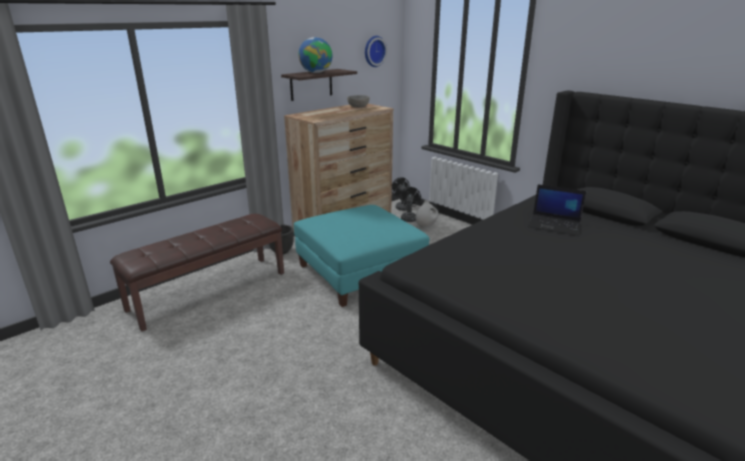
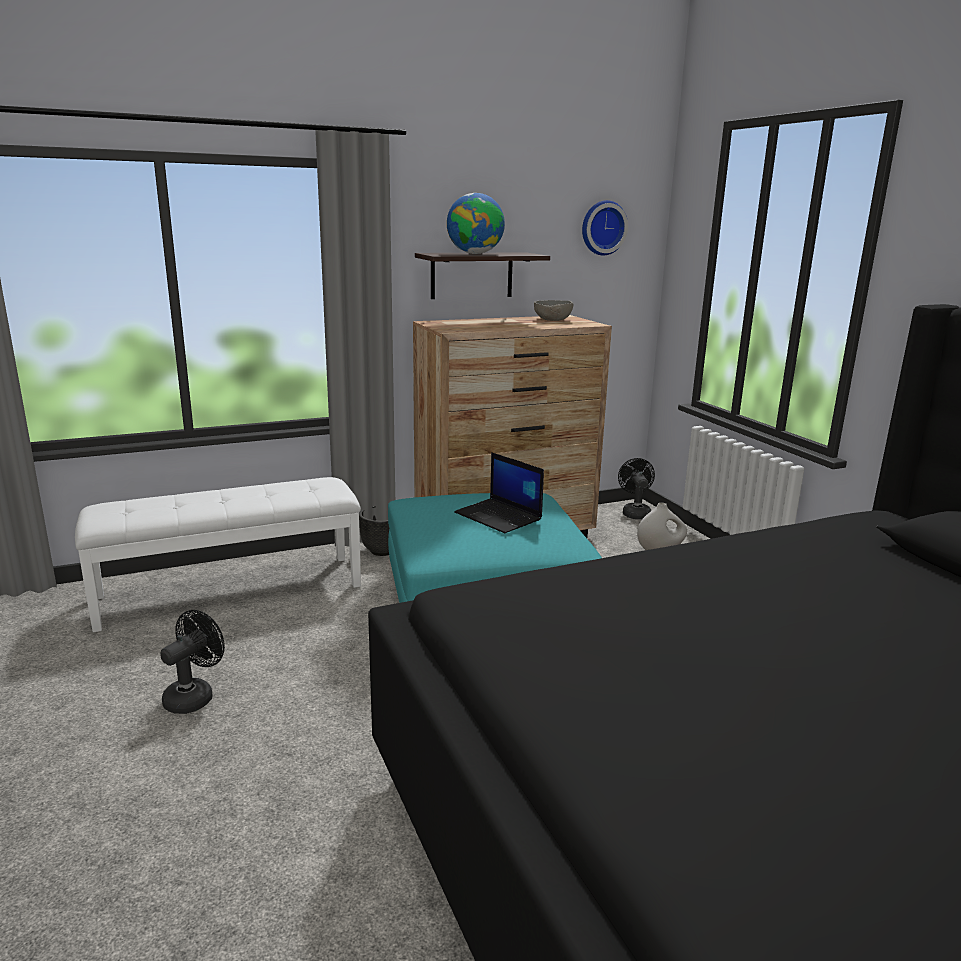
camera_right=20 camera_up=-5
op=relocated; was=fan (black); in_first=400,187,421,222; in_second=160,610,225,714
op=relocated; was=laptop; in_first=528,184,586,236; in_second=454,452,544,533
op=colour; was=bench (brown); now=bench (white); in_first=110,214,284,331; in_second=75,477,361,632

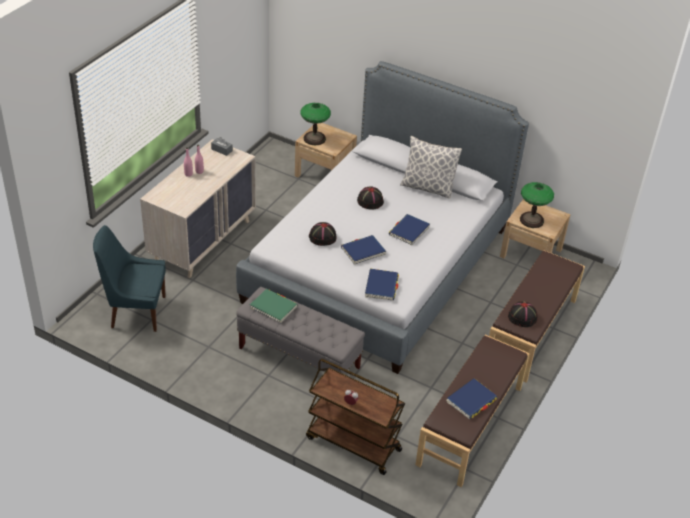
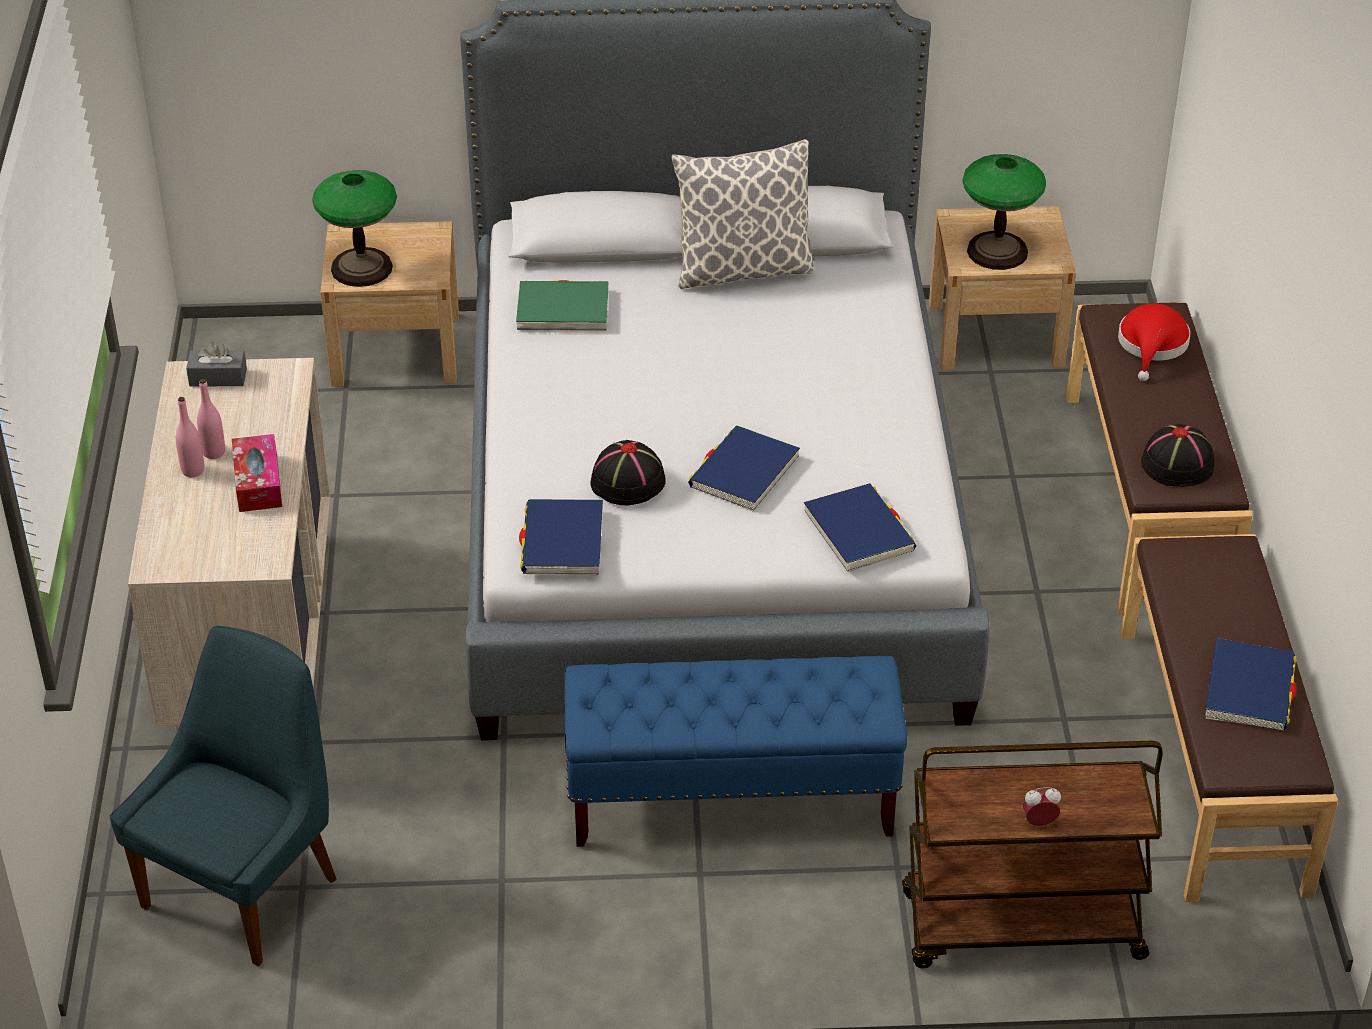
camera_right=-30 camera_up=0
op=missing; was=hat (black); in_first=357,187,384,210
op=appeared; now=tissue box; in_second=232,434,282,512
op=appeared; now=hat (red); in_second=1118,303,1191,381
op=relocated; was=book (green); in_first=250,289,298,323; in_second=516,280,609,331
op=relocated; was=book (blue); in_first=389,214,430,245; in_second=519,499,603,576
op=colour; was=bench (grey); now=bench (blue); in_first=236,287,365,375; in_second=564,656,907,847
op=spun; was=chair (blue); in_first=93,225,166,332; in_second=110,626,337,966; clockwise=150

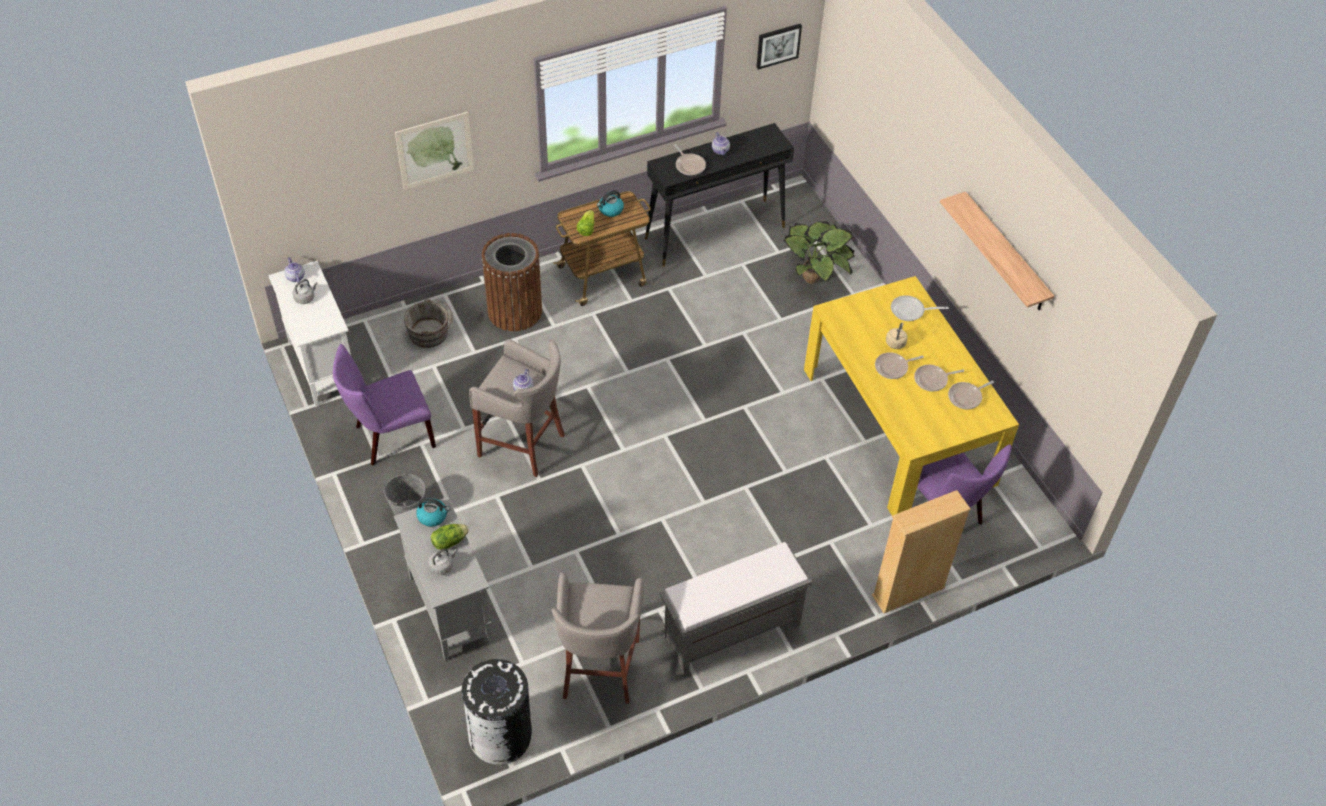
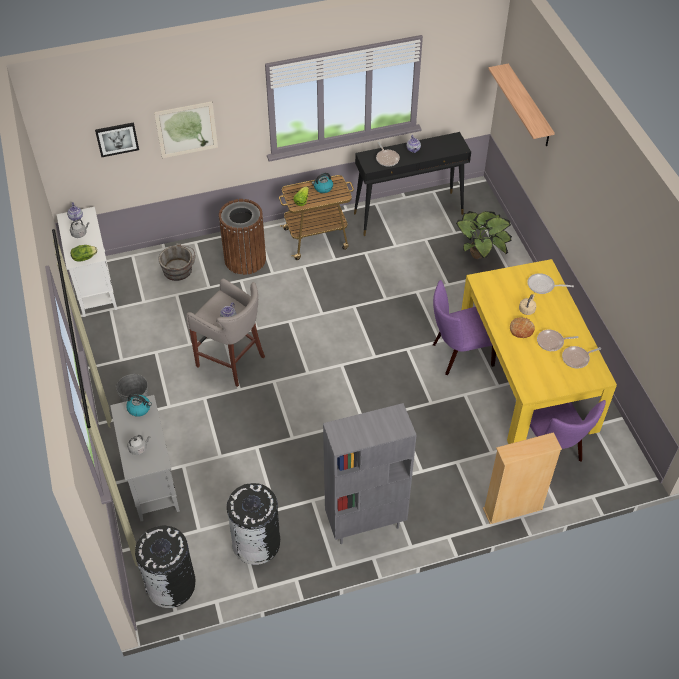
camera_right=10 camera_up=0
op=relocated; was=chair (purple); in_first=333,344,436,466; in_second=433,280,496,375
op=relocated; was=lettuce; in_first=431,524,469,550; in_second=71,245,98,262
op=relocated; was=picture; in_first=756,24,802,70; in_second=95,122,139,157
op=relocated; was=shelf; in_first=940,192,1054,310; in_second=488,63,555,146
op=exchanged; was=stool (grey); now=trash can (black); in_first=552,572,644,703; in_second=227,483,280,565
op=exchanged; was=bench (grey); now=bookcase (grey); in_first=660,542,812,674; in_second=323,403,417,544
op=exchanged; was=frying pan; now=bread; in_first=875,352,924,379; in_second=510,317,535,338

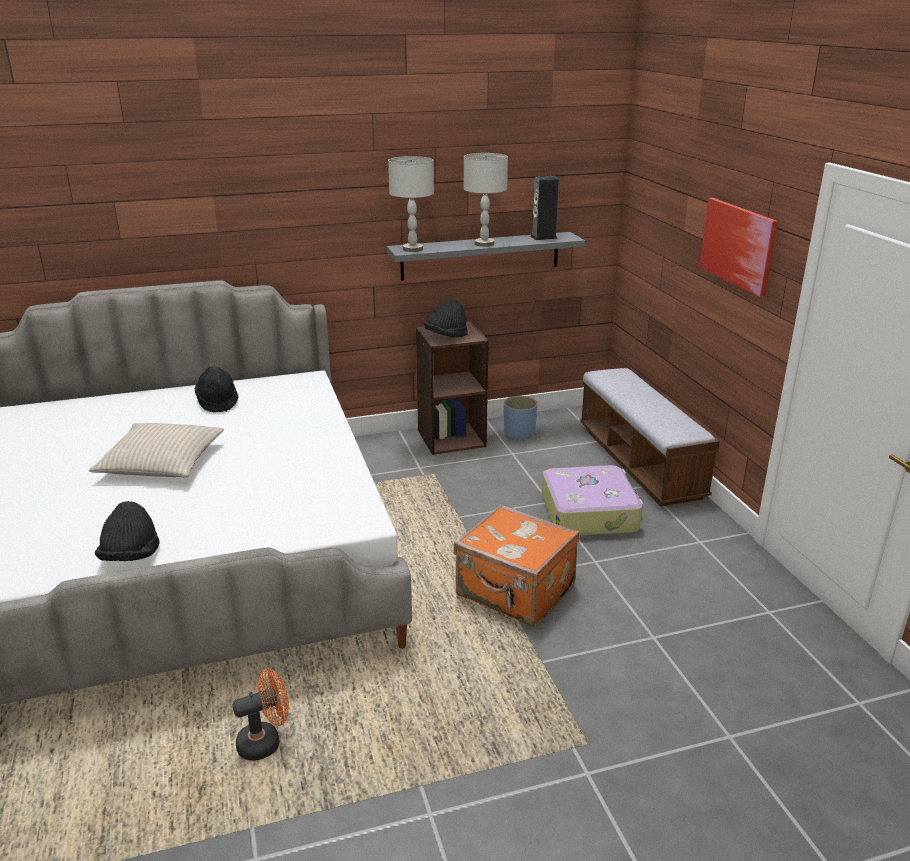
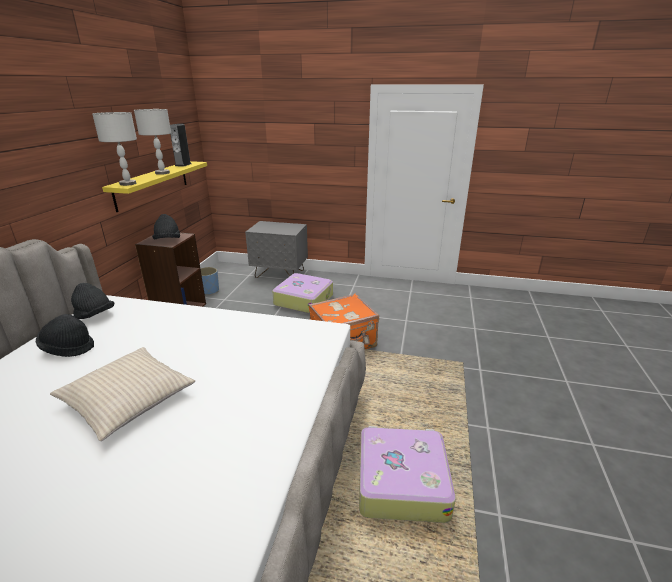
camera_right=-60 camera_up=0
op=missing; was=picture; in_first=699,198,778,297
op=relocated; was=hat (black); in_first=95,501,160,561; in_second=71,283,114,319
op=exchanged; was=fan (orange); now=suitcase; in_first=232,669,289,761; in_second=359,426,456,523
op=exchanged; was=bench; now=nightstand (grey); in_first=580,368,720,506; in_second=245,221,308,278
op=colour; was=shelf (grey); now=shelf (yellow); in_first=387,232,585,281; in_second=102,161,207,212

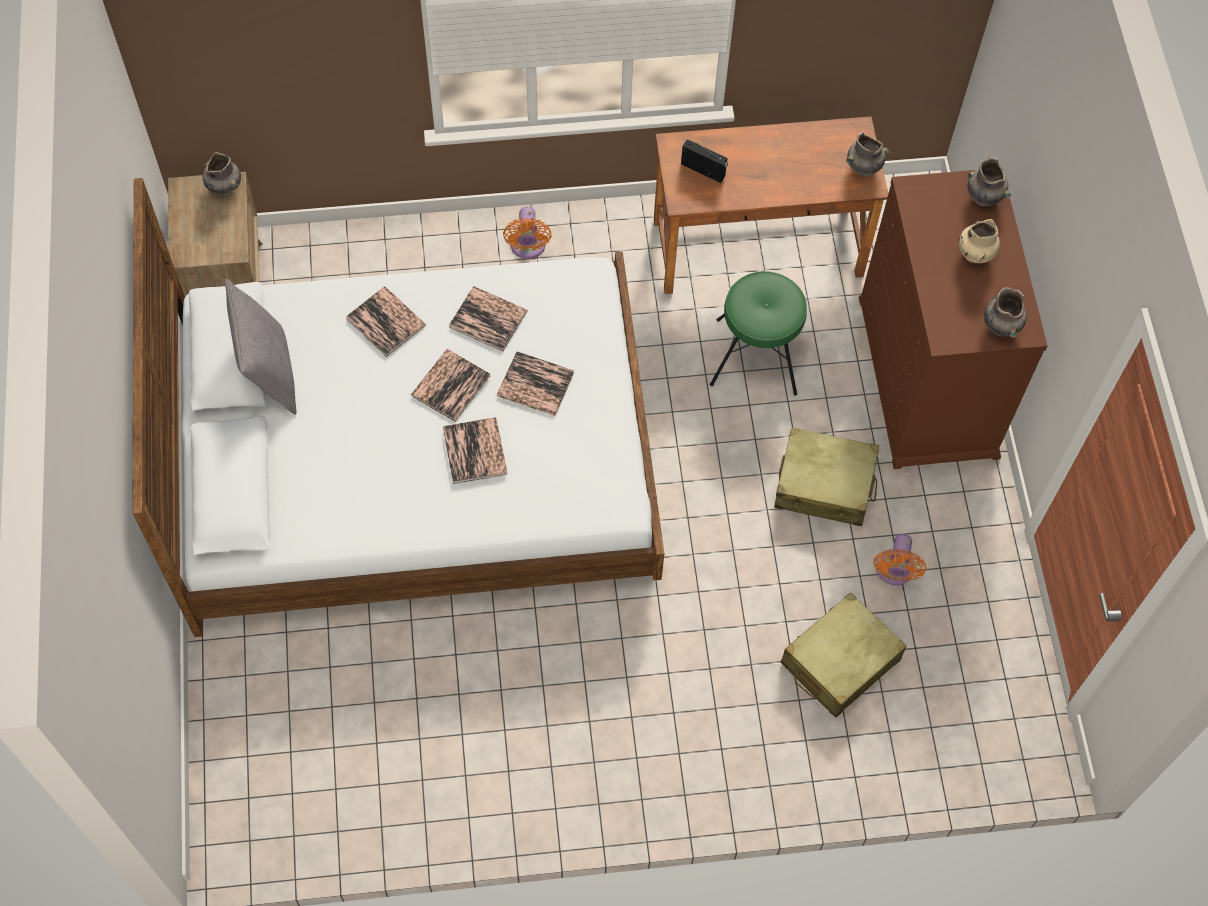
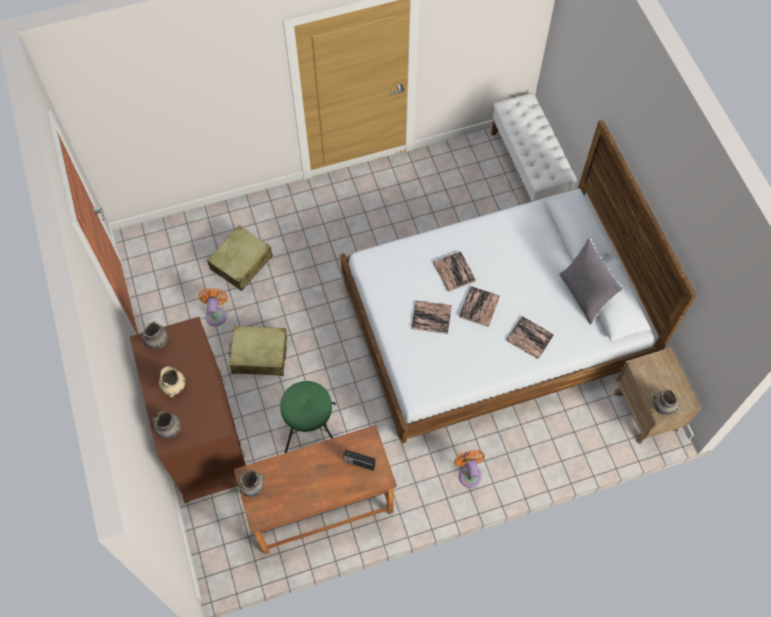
camera_right=170 camera_up=0
op=missing; was=book; in_first=449,286,528,352
op=appeared; now=bench (white); in_second=491,93,577,202

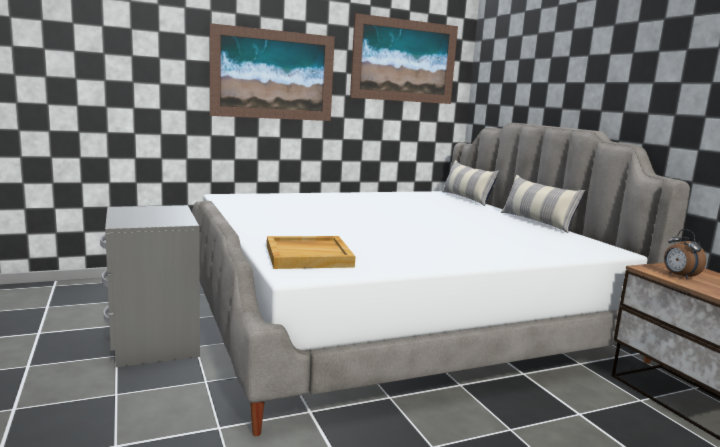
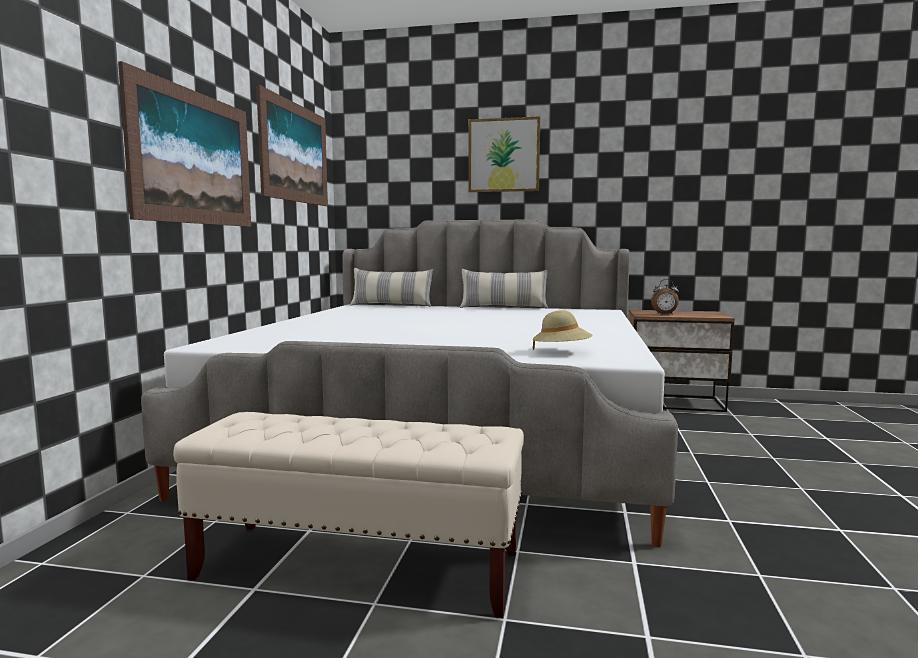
camera_right=-55 camera_up=-5
op=appeared; now=picture; in_second=468,116,540,192
op=exchanged; was=nightstand (grey); now=bench (beige); in_first=100,205,200,367; in_second=173,412,524,618
op=exchanged; was=tray (beige); now=hat (beige); in_first=267,236,355,269; in_second=533,310,593,350

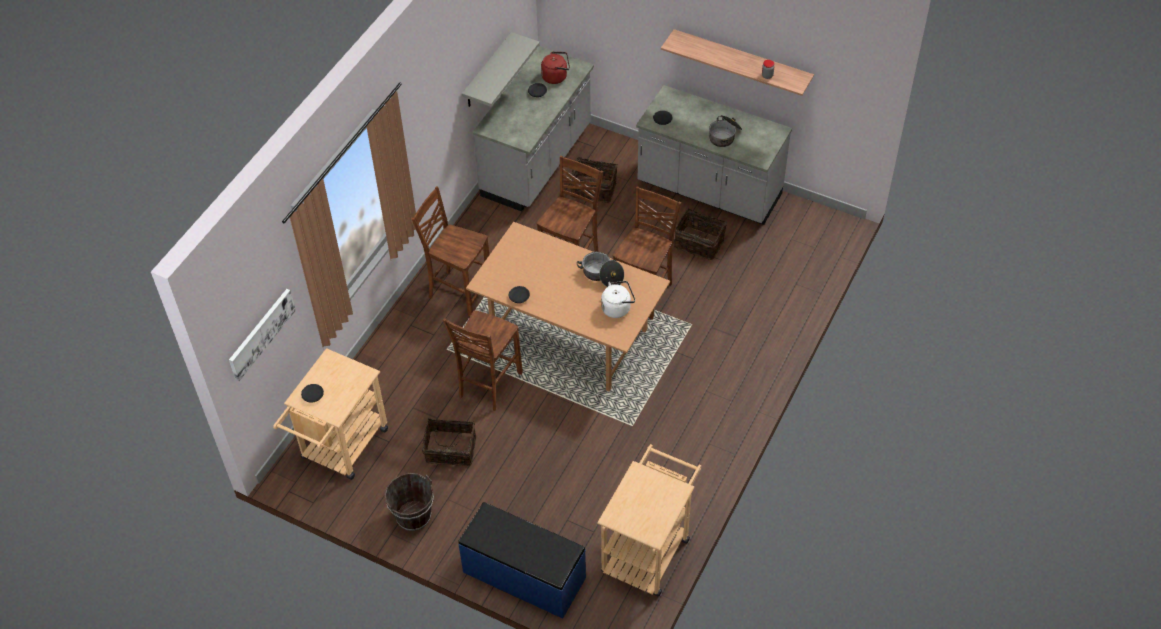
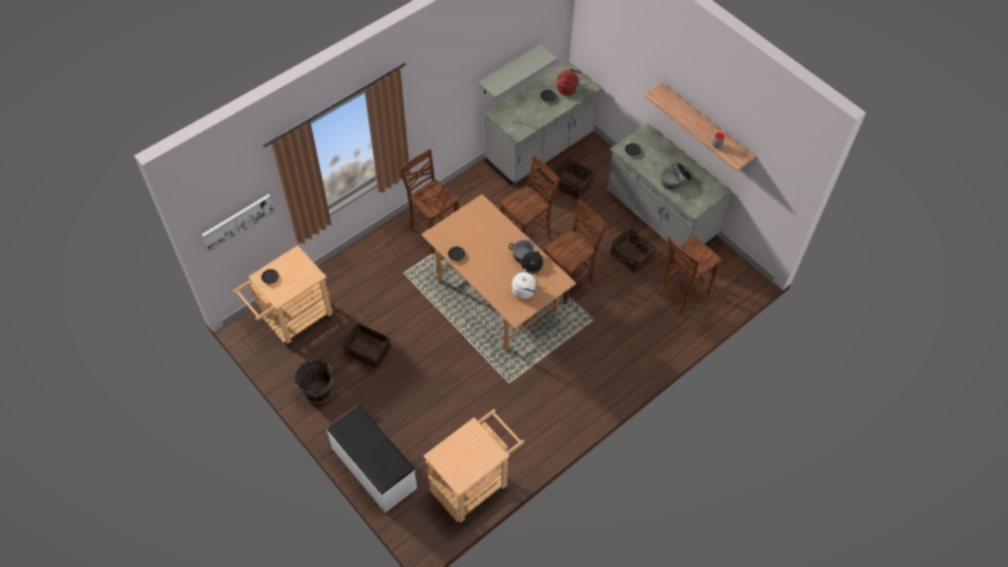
camera_right=20 camera_up=5
op=relocated; was=chair (brown); in_first=443,310,523,411; in_second=658,236,722,315
op=colour; was=bench (blue); now=bench (white); in_first=458,502,586,619; in_second=326,404,417,513

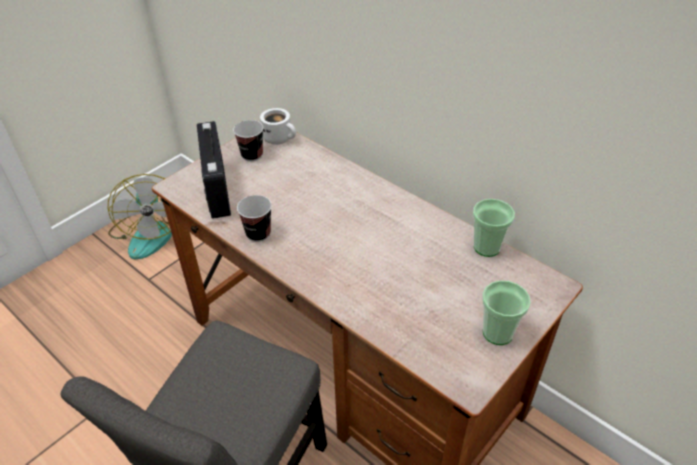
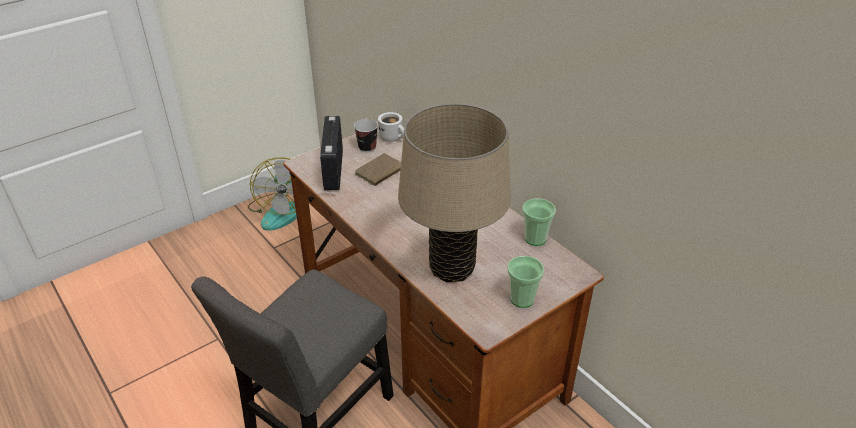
camera_right=10 camera_up=-5
op=missing; was=cup; in_first=237,195,272,242
op=appeared; now=book (brown); in_second=355,153,401,186
op=appeared; now=table lamp (beige); in_second=398,103,511,283

